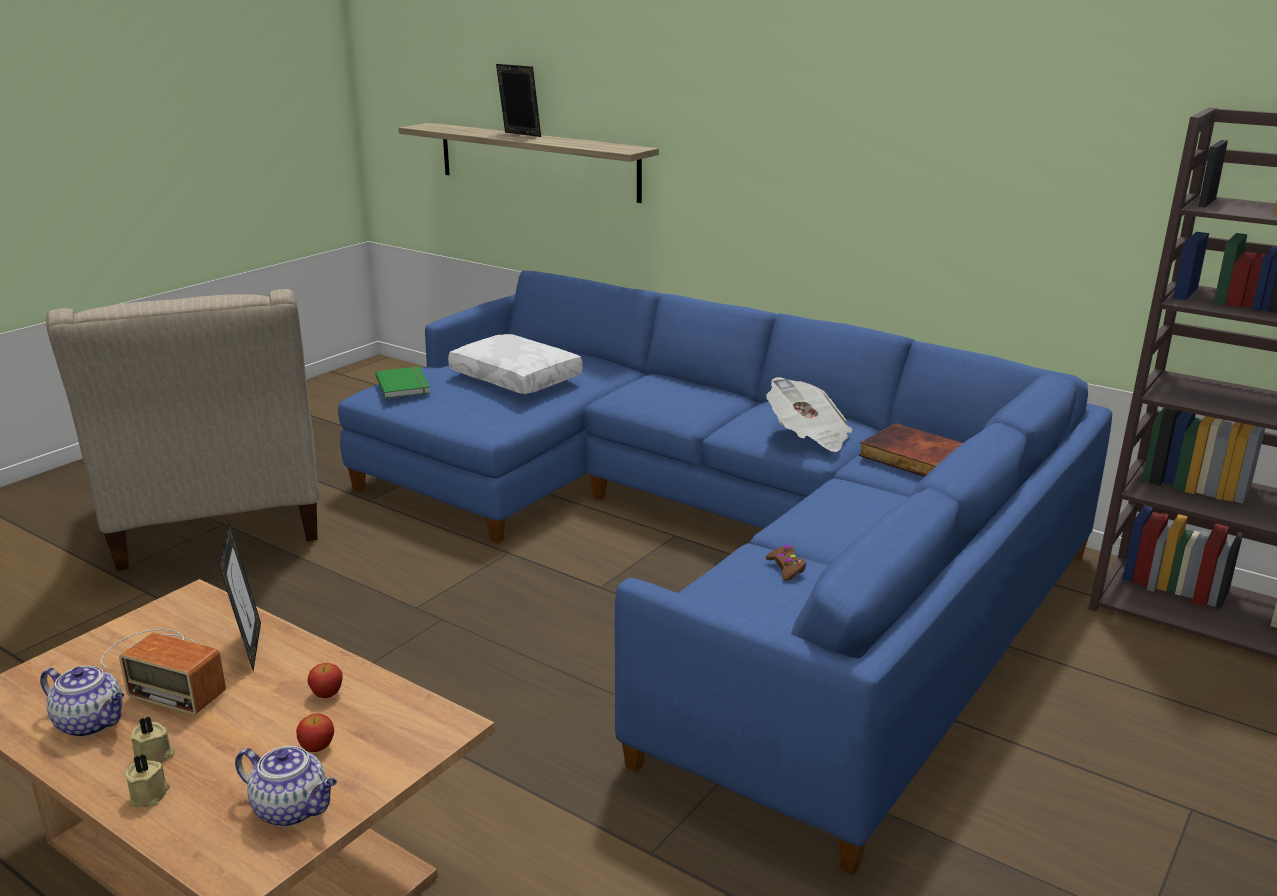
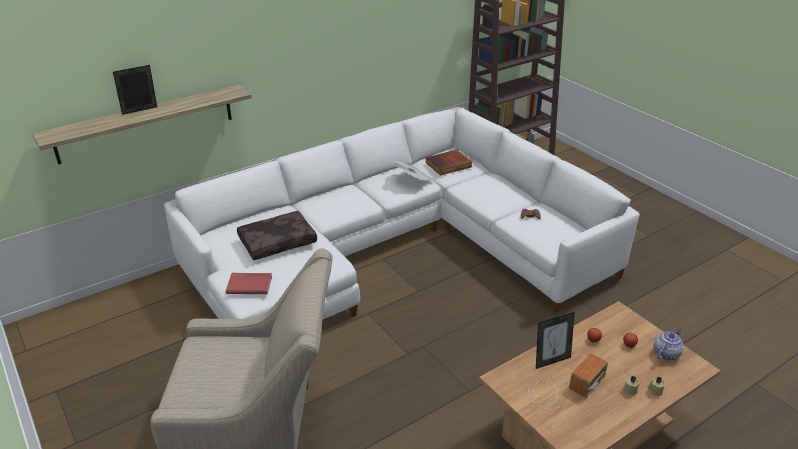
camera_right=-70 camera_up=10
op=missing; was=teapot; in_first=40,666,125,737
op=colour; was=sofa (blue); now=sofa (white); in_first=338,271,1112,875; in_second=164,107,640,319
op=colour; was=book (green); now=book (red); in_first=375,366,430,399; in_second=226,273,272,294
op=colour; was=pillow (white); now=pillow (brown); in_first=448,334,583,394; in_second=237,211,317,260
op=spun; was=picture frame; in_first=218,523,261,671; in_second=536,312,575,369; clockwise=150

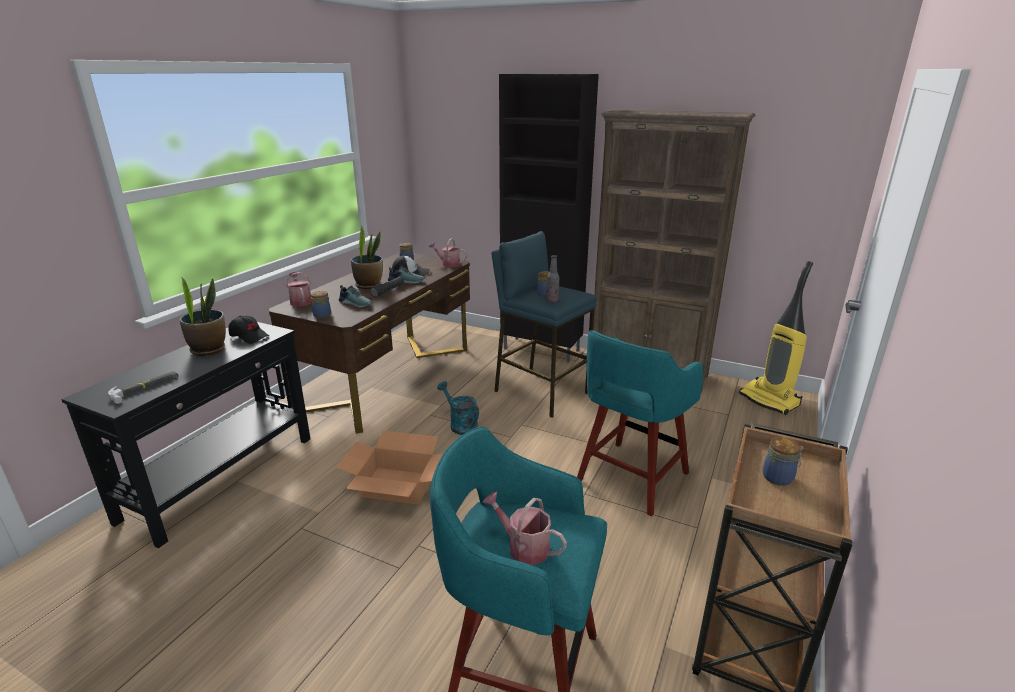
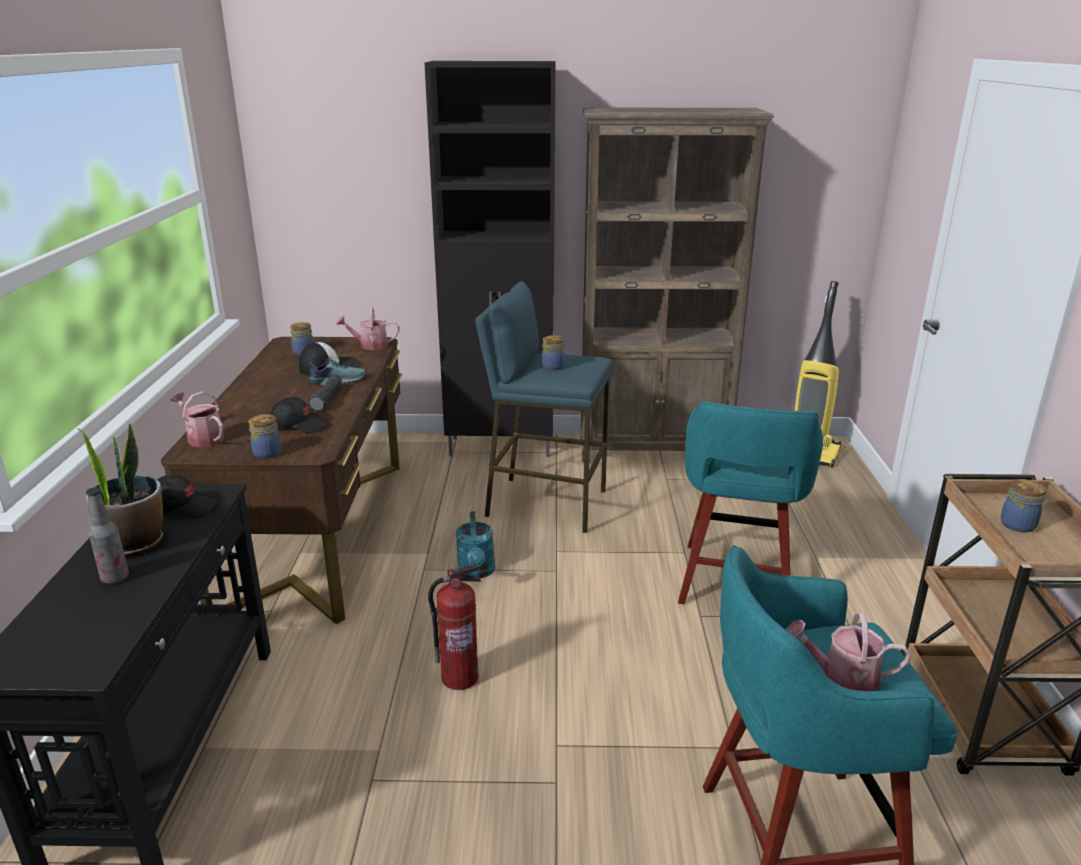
camera_right=-25 camera_up=0
op=missing; was=hammer; in_first=108,371,179,404
op=missing; was=potted plant; in_first=351,226,383,289
op=relocated; was=bottle; in_first=547,255,559,303; in_second=86,487,129,584
op=exchanged; was=cardboard box; now=fire extinguisher; in_first=337,431,444,505; in_second=428,564,481,690
op=exchanged; was=shoe; now=cap (black); in_first=339,285,372,308; in_second=270,397,328,434
op=spun; was=watering can (turquoise); in_first=437,381,479,435; in_second=456,511,495,579; clockwise=-120

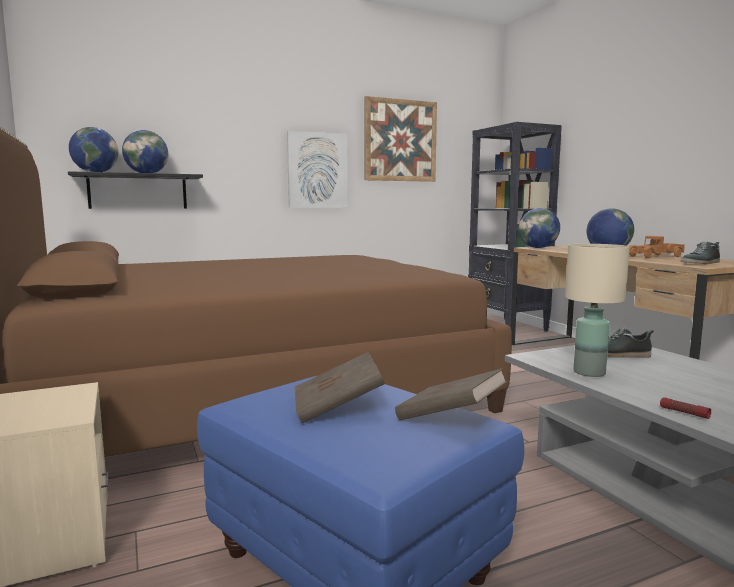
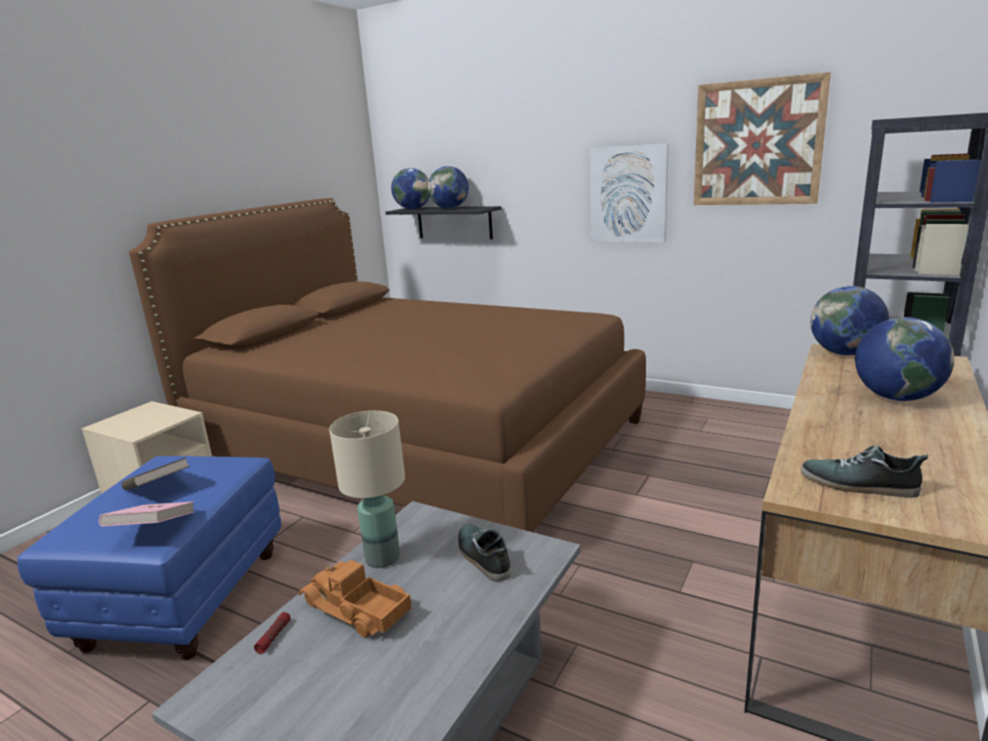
camera_right=55 camera_up=10
op=relocated; was=toy truck; in_first=629,236,685,258; in_second=298,560,412,637
op=colour; was=book (brown); now=book (pink); in_first=395,369,507,420; in_second=99,501,195,526

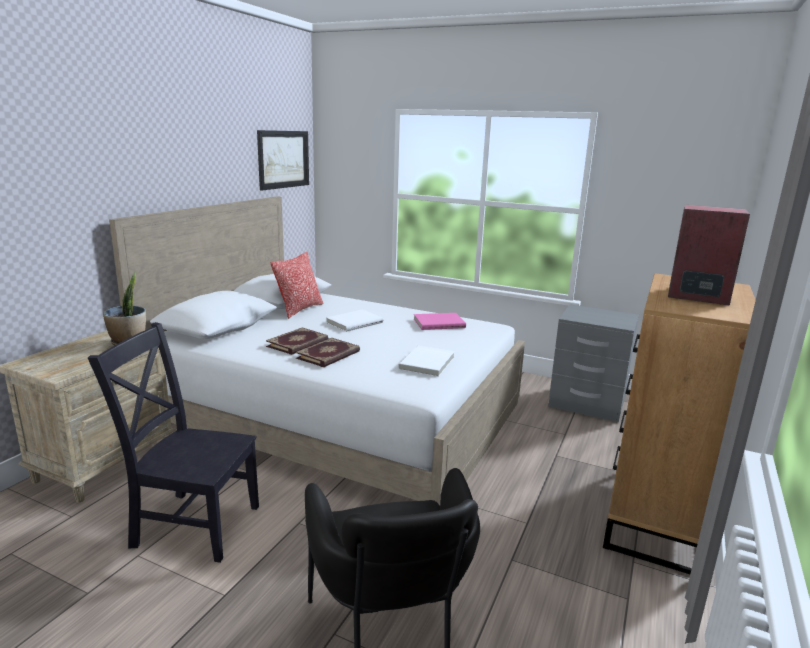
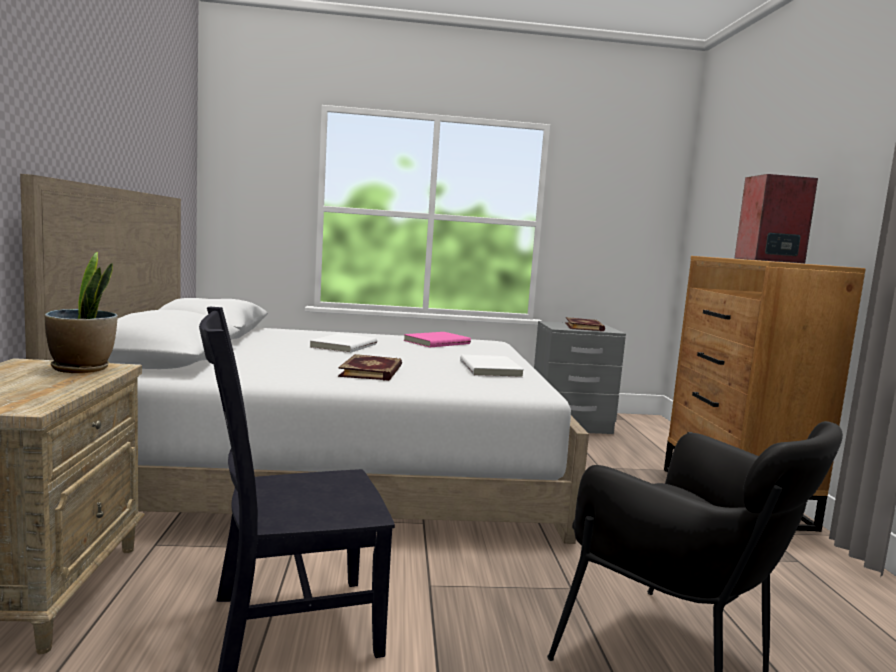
camera_right=-30 camera_up=-10
op=missing; was=picture; in_first=257,130,309,190
op=missing; was=pillow; in_first=270,252,323,319
op=relocated; was=book; in_first=266,327,328,355; in_second=565,317,605,331

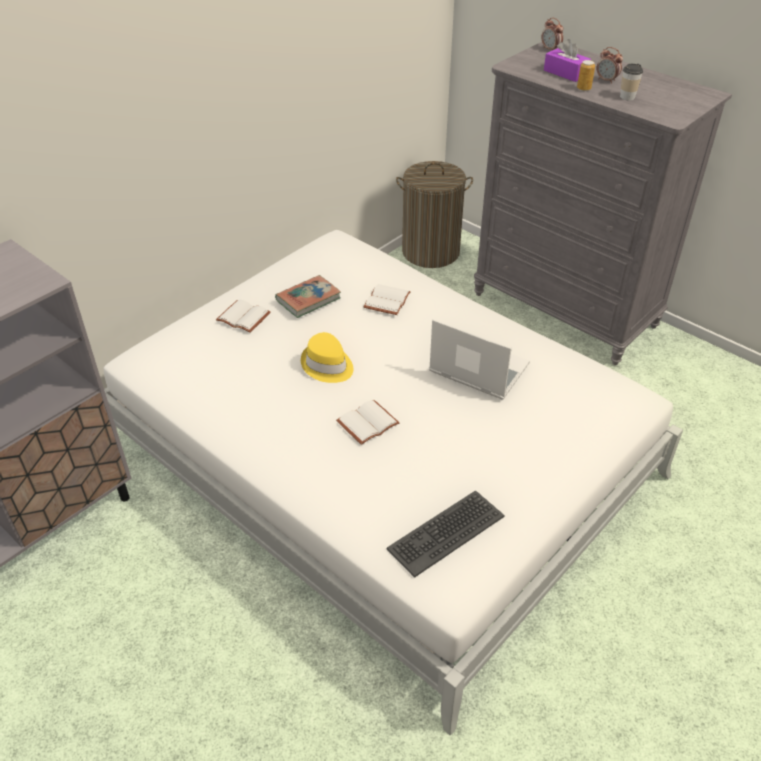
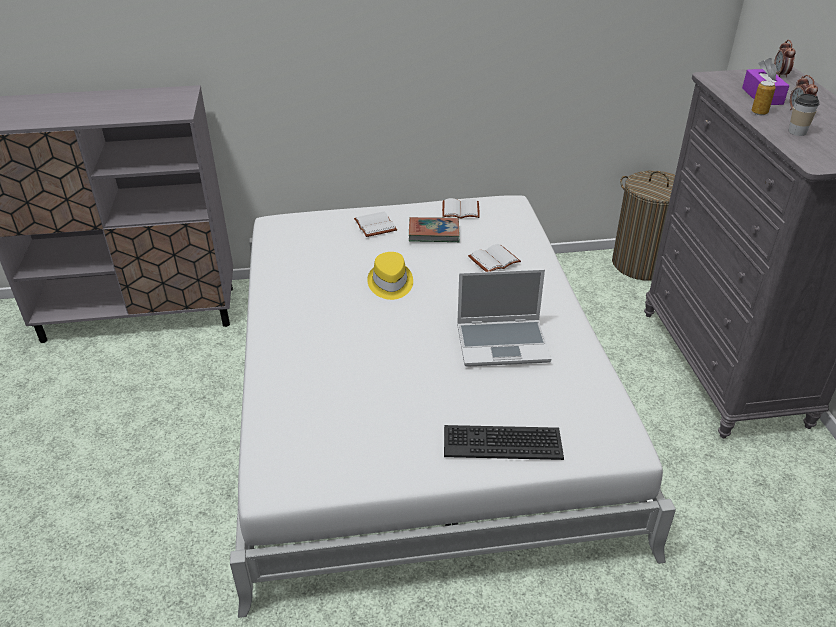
camera_right=40 camera_up=-5
op=relocated; was=book (white); in_first=336,400,399,445; in_second=442,198,480,219
op=relocated; was=keyboard; in_first=386,490,505,578; in_second=444,425,564,460
op=spun; was=laptop; in_first=429,319,530,400; in_second=457,269,551,367; clockwise=105

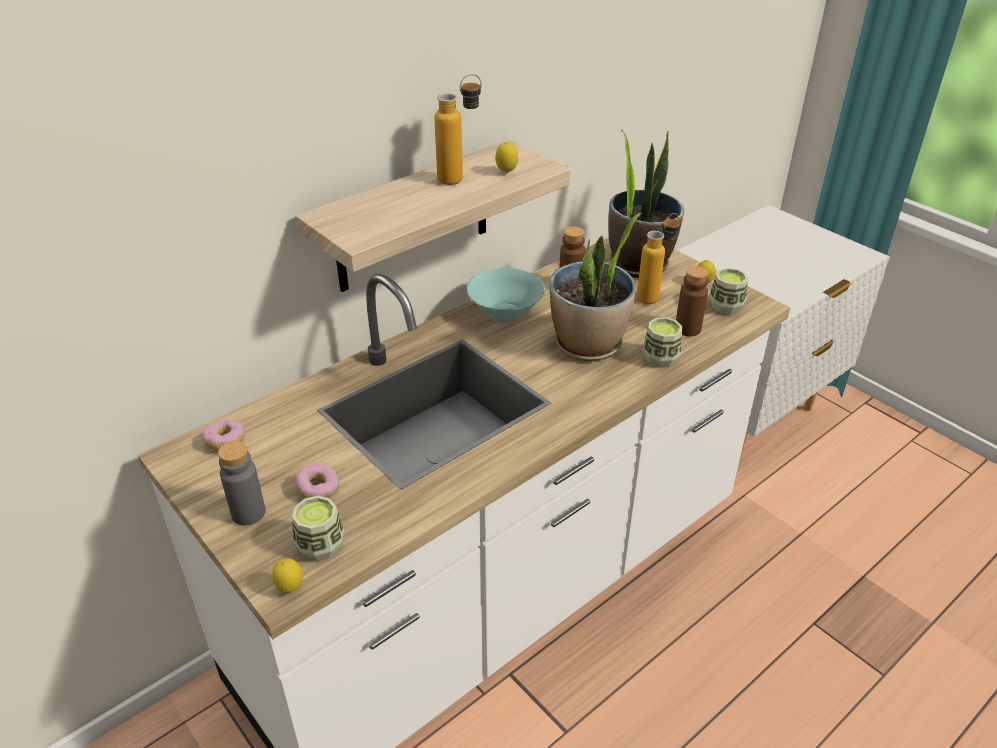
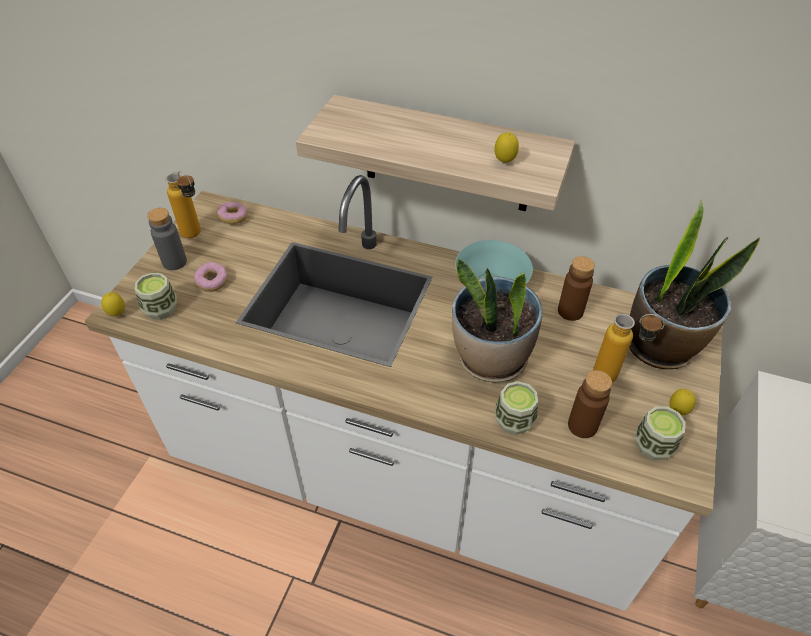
camera_right=60 camera_up=10
op=relocated; was=bottle; in_first=434,74,482,185; in_second=165,171,201,238

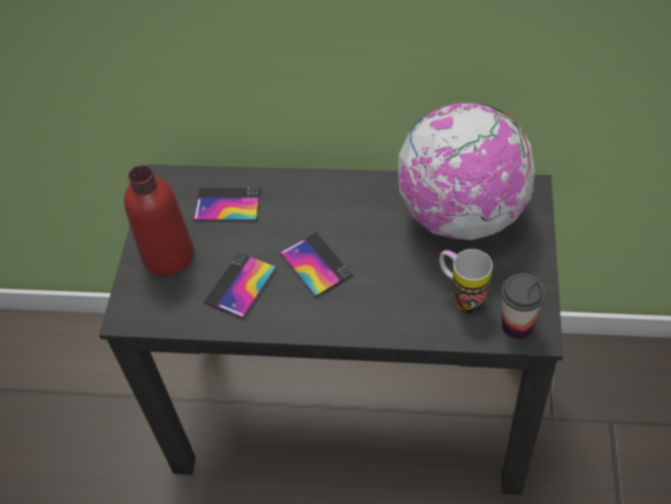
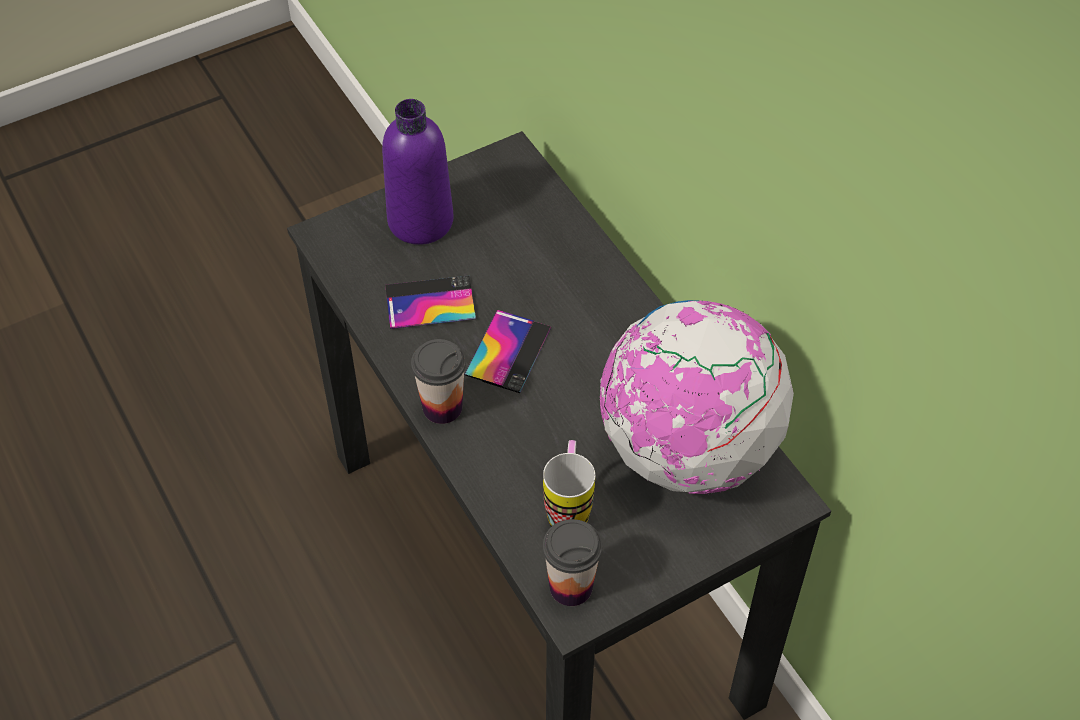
camera_right=50 camera_up=0
op=missing; was=phone; in_first=193,188,261,220
op=appeared; now=cup; in_second=411,339,466,424
op=colour; was=bottle (red); now=bottle (purple); in_first=124,165,194,276; in_second=382,99,454,245

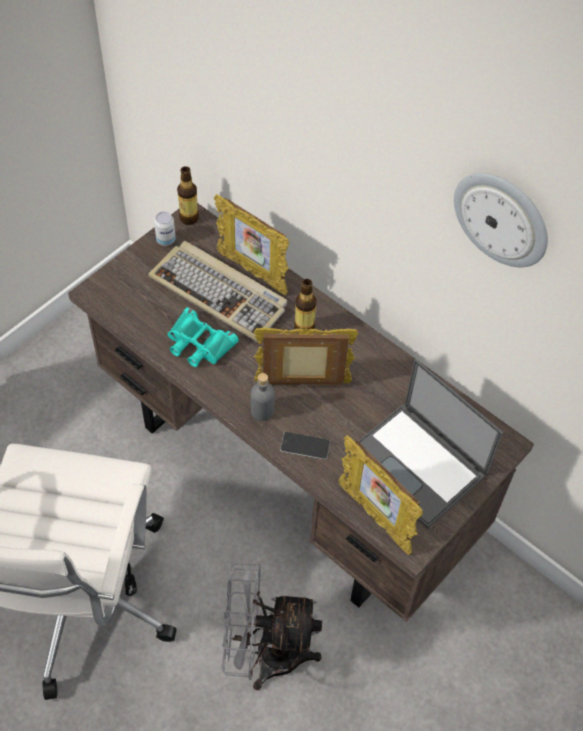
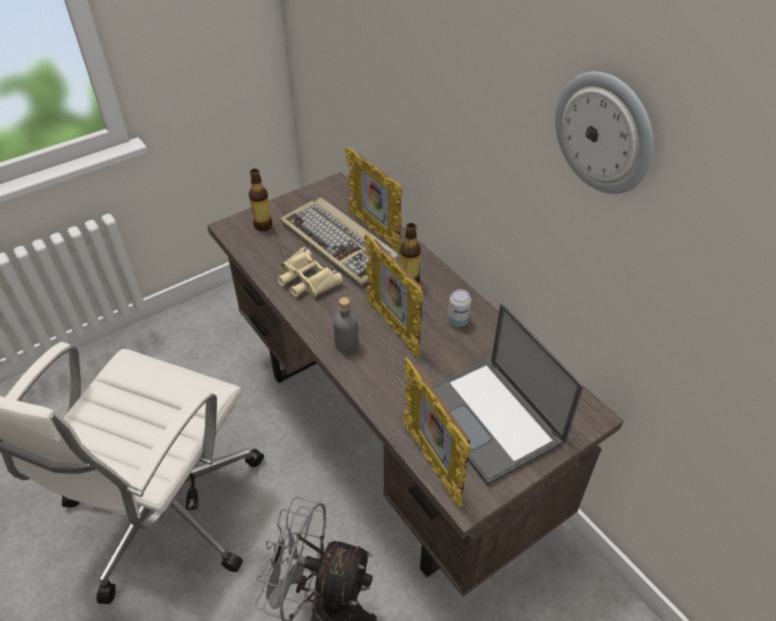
camera_right=15 camera_up=-10
op=missing; was=phone; in_first=280,432,330,460
op=relocated; was=can; in_first=154,212,176,246; in_second=448,289,471,327
op=relocated; was=bottle; in_first=177,166,199,225; in_second=249,169,272,231
op=colour; was=binoculars (turquoise); now=binoculars (beige); in_first=167,308,239,367; in_second=277,247,343,298
op=spun; was=picture frame; in_first=254,328,358,385; in_second=364,233,424,358; clockwise=-135

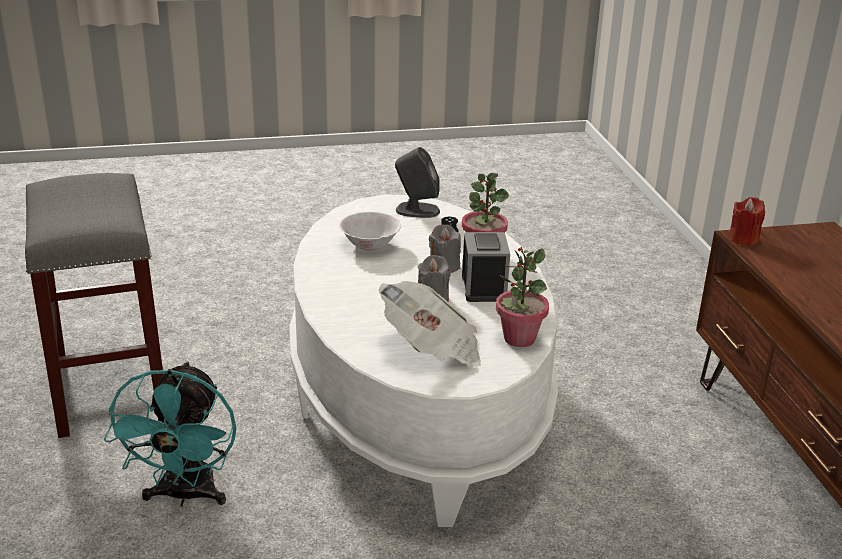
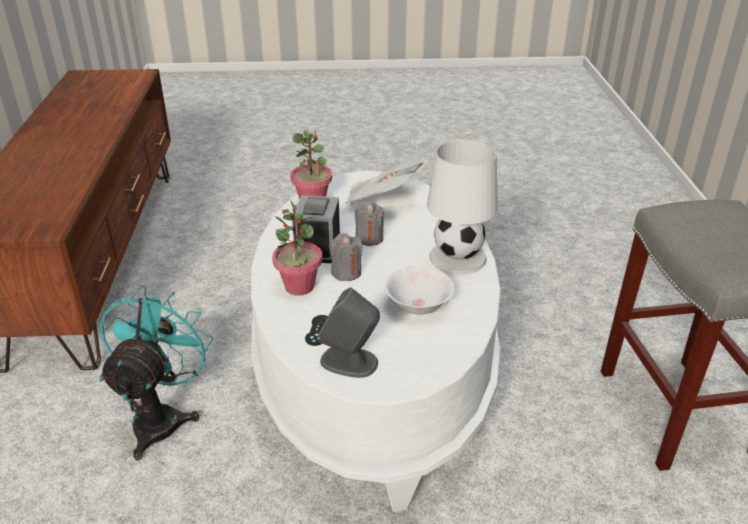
camera_right=-170 camera_up=5
op=missing; was=candle (red); in_first=729,197,765,246
op=appeared; now=table lamp (white); in_second=427,140,498,275
op=relocated; was=fan (turquoise); in_first=104,361,236,507; in_second=99,285,213,460

